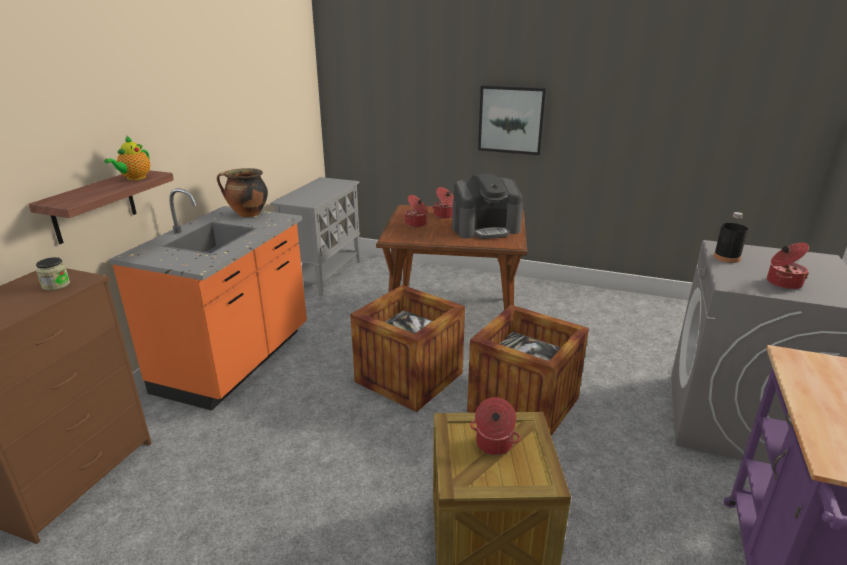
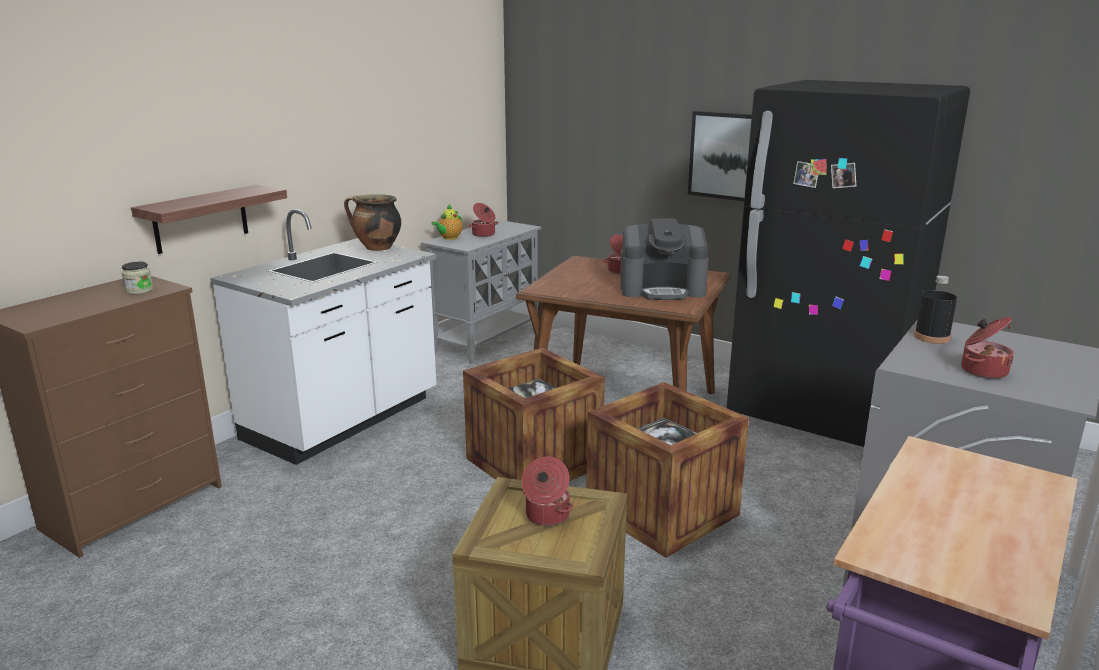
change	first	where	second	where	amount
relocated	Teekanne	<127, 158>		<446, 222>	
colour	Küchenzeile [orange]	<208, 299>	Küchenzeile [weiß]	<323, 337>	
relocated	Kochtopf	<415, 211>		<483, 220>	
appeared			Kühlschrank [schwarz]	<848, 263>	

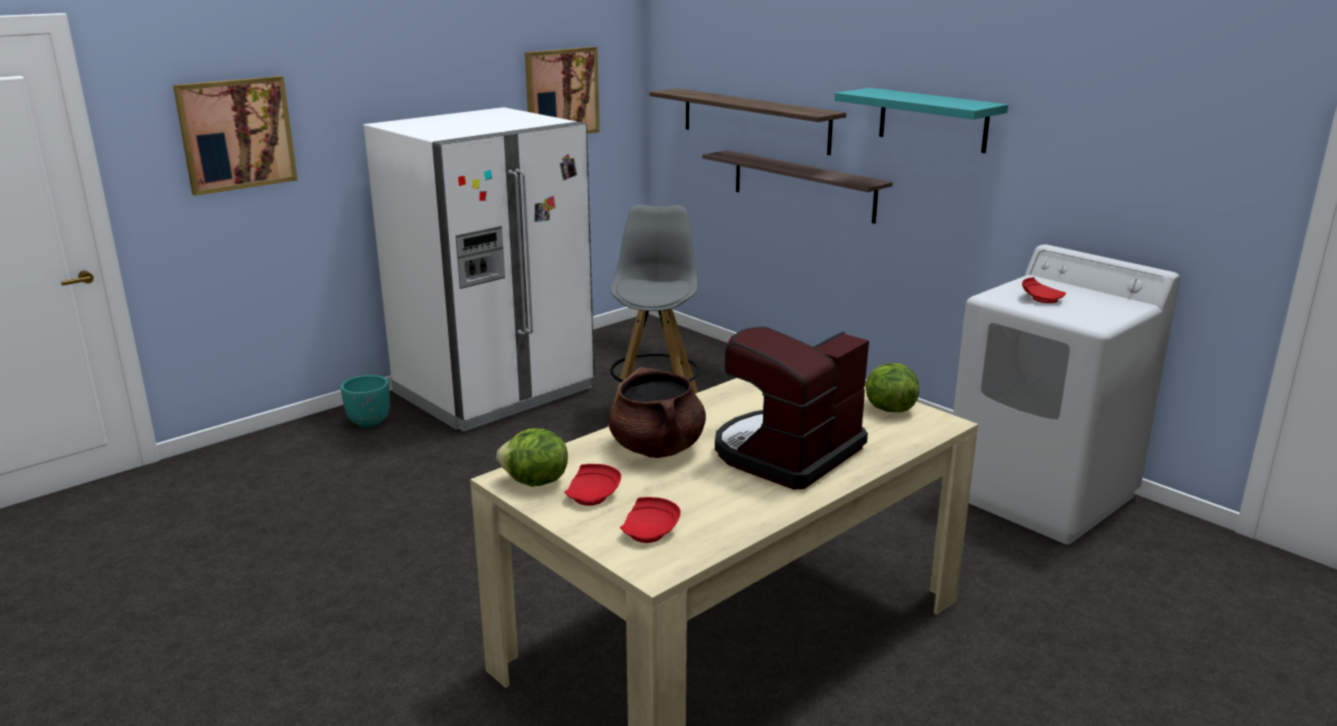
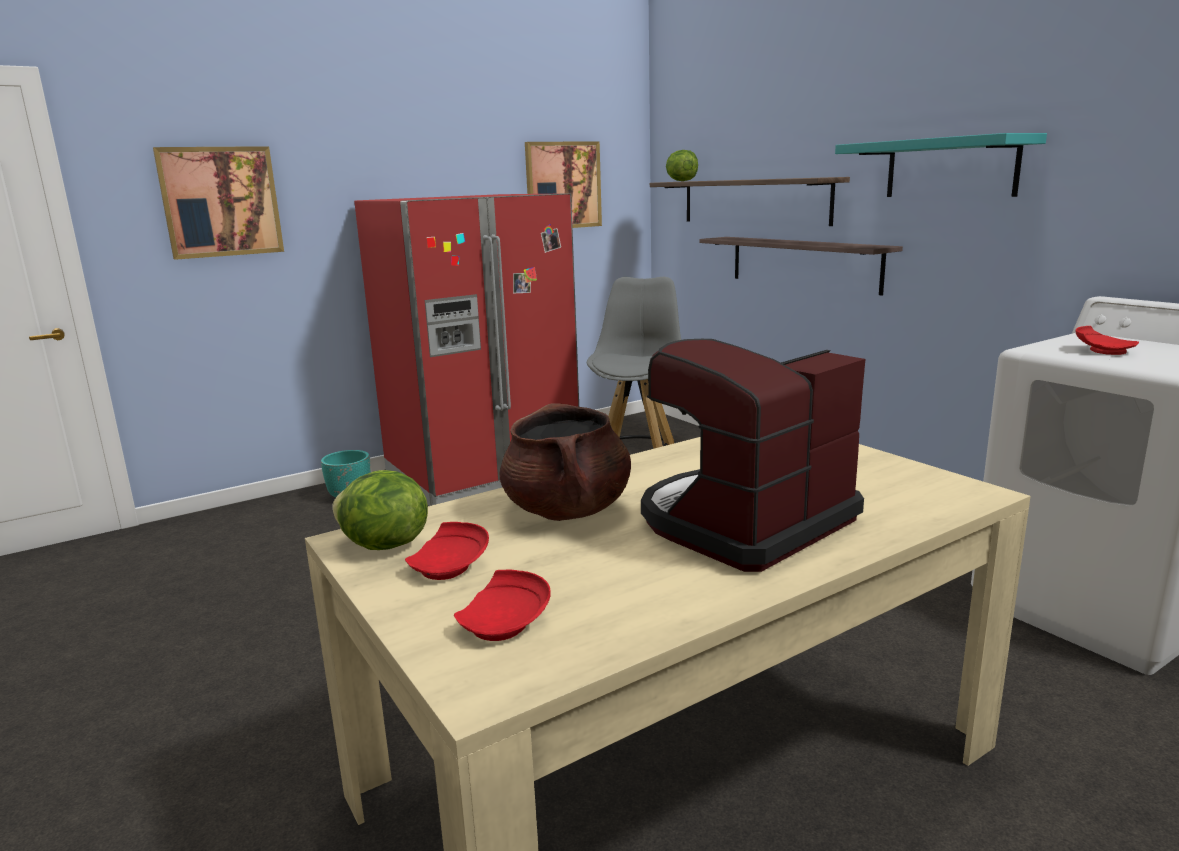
change	first	where	second	where	amount
colour	Kühlschrank [weiß]	<479, 269>	Kühlschrank [rot]	<466, 349>	
relocated	Salatkopf	<892, 387>		<682, 165>	

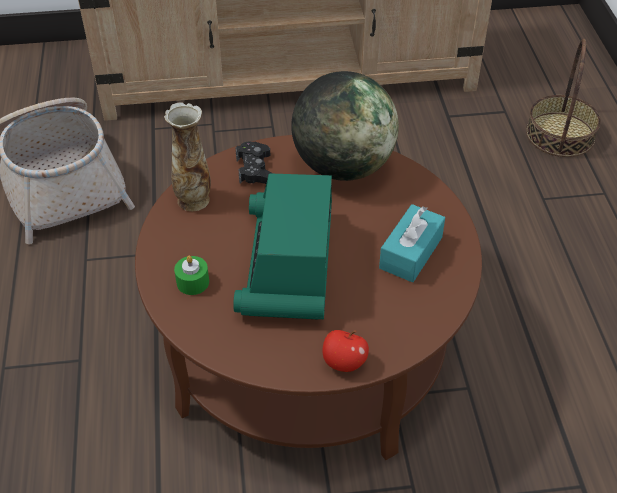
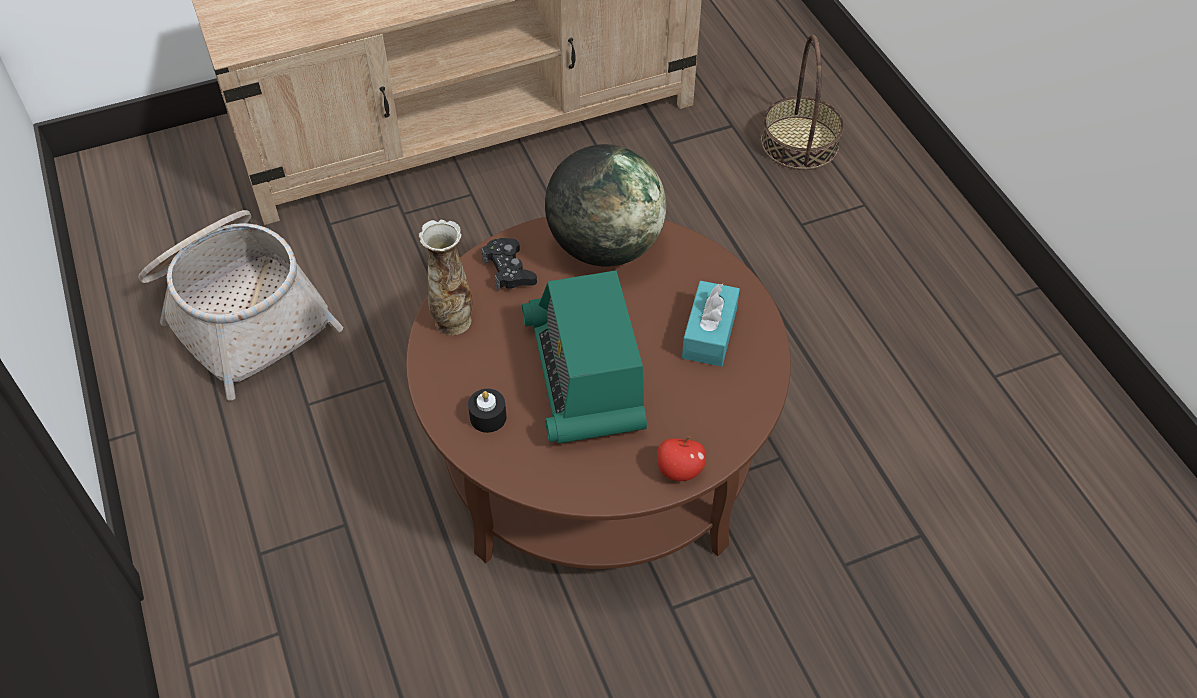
change	first	where	second	where	amount
colour	Kerze [grün]	<191, 275>	Kerze [schwarz]	<487, 411>	

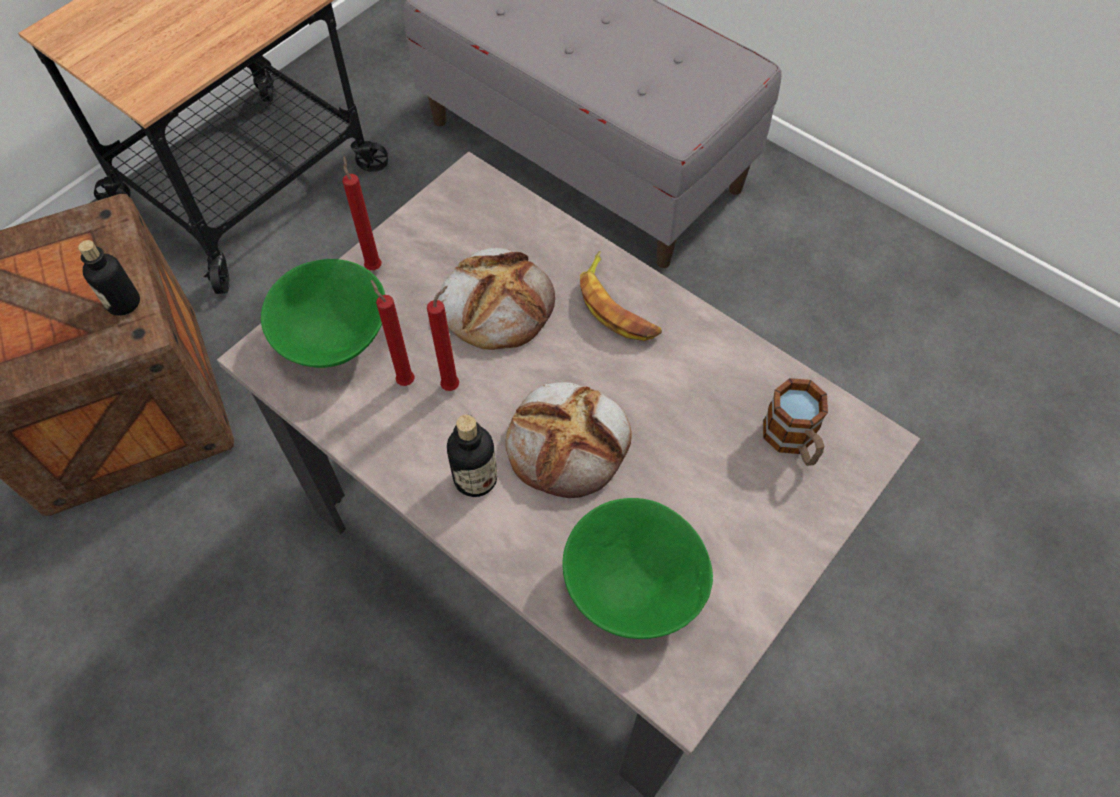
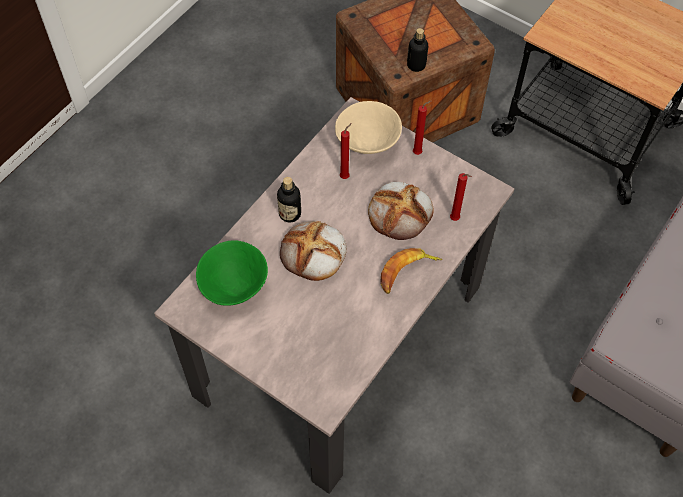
change	first	where	second	where	amount
colour	Schüssel [grün]	<323, 313>	Schüssel [beige]	<368, 127>	
relocated	Kerze [rot]	<443, 338>		<461, 197>	
missing	Henkelbecher	<795, 422>			

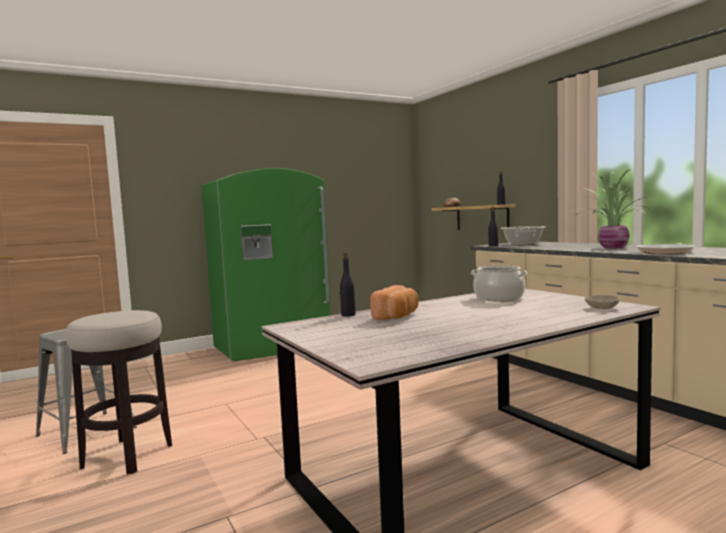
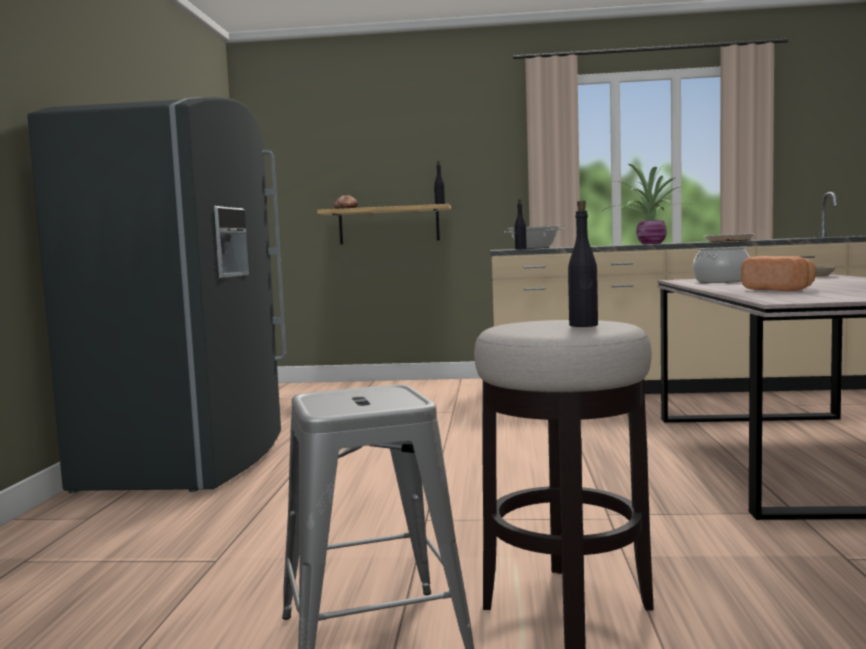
change	first	where	second	where	amount
colour	Kühlschrank [grün]	<266, 264>	Kühlschrank [grau]	<156, 295>	
relocated	Flasche [schwarz]	<348, 285>		<583, 263>	

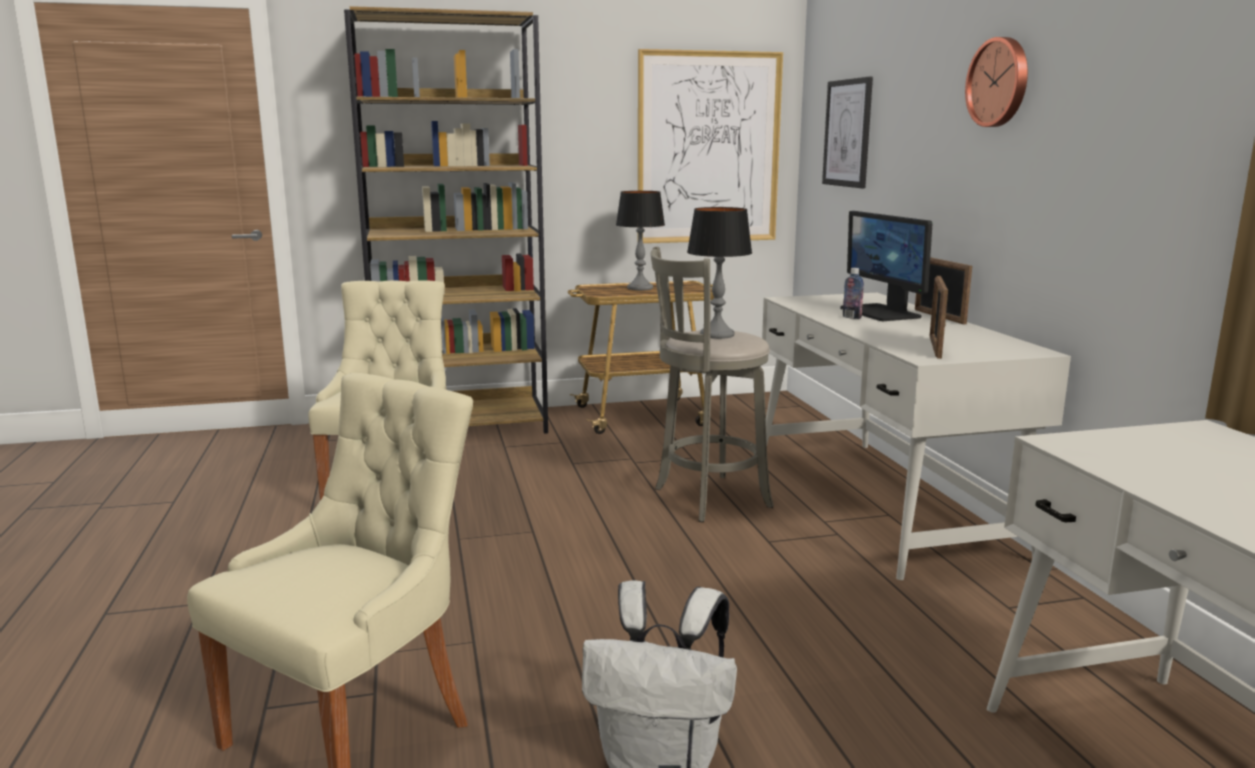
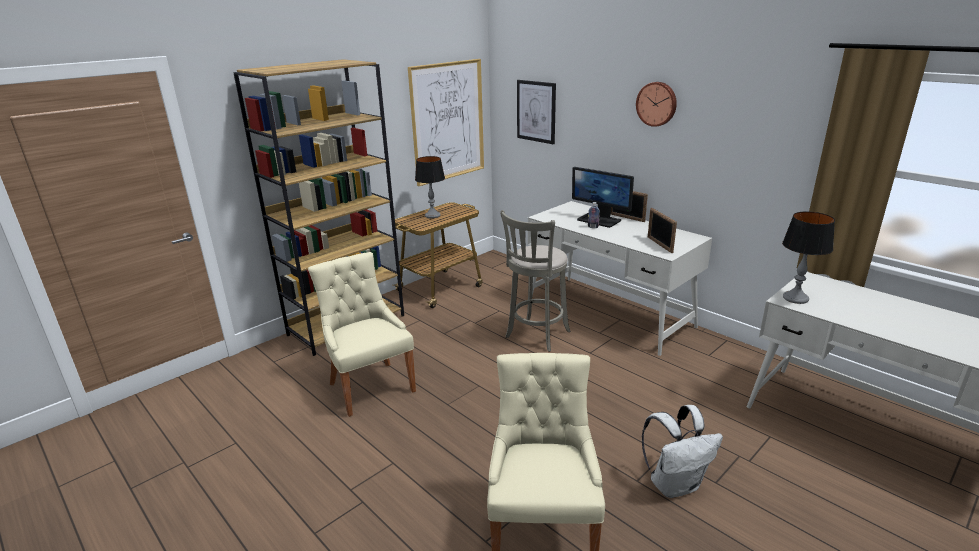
change	first	where	second	where	amount
relocated	Tischlampe	<719, 273>		<808, 257>	

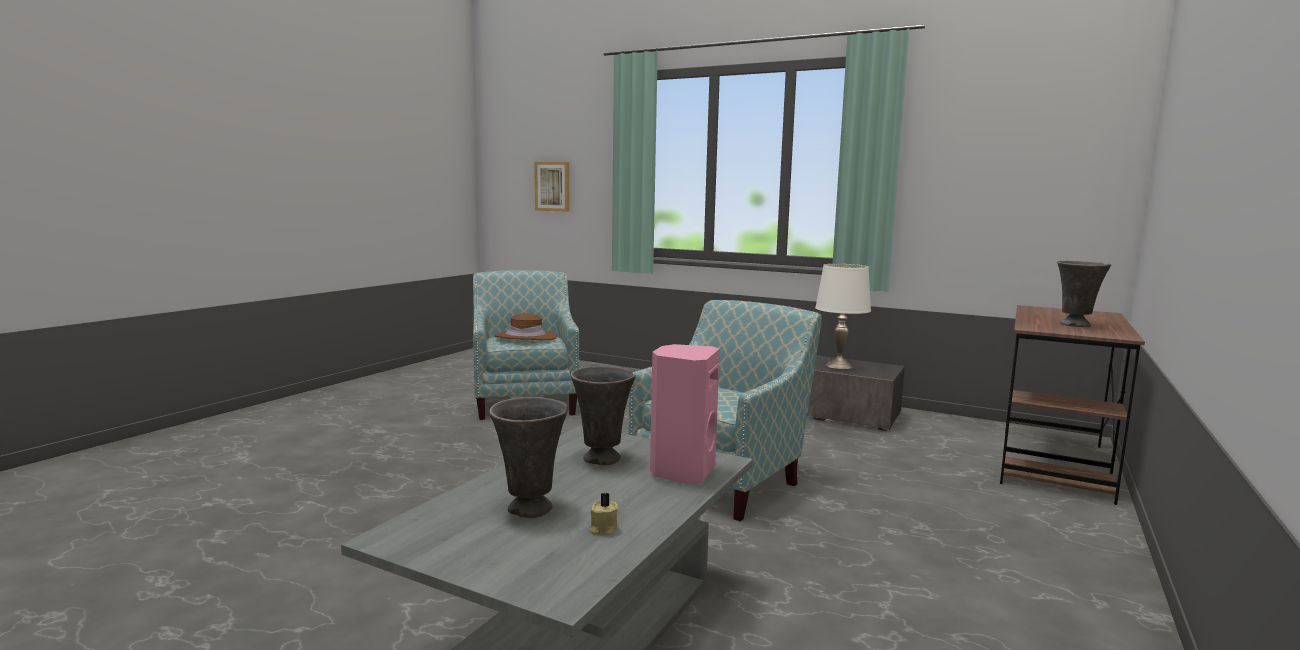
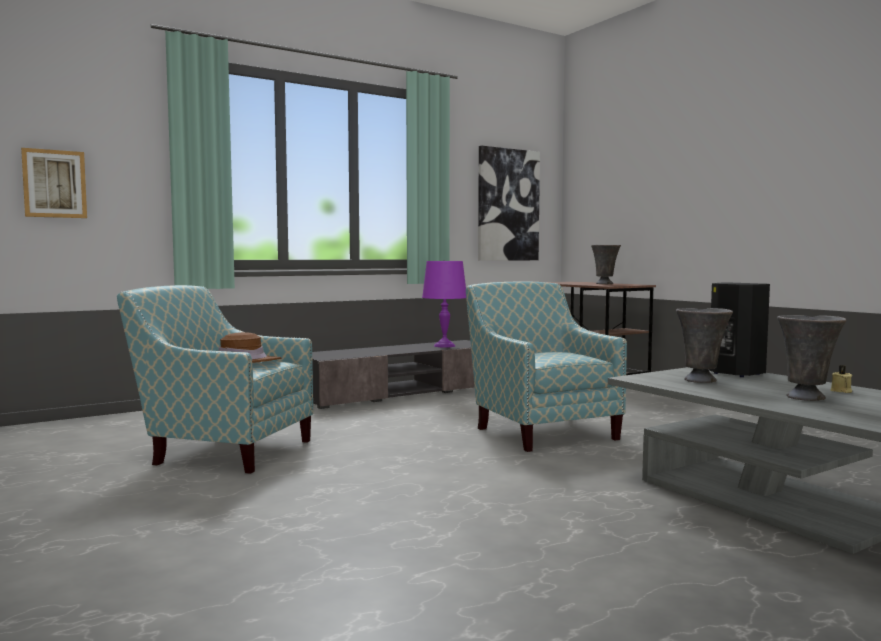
change	first	where	second	where	amount
colour	Tischlampe [weiß]	<843, 316>	Tischlampe [lila]	<444, 304>	
colour	Lautsprecher [rosa]	<685, 414>	Lautsprecher [schwarz]	<739, 330>	
appeared			Bild	<509, 203>	

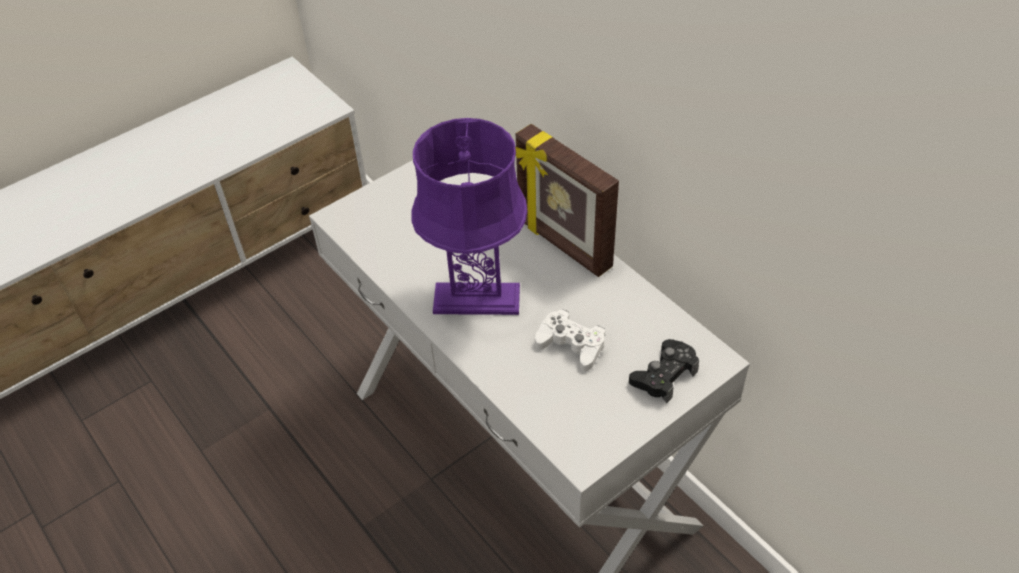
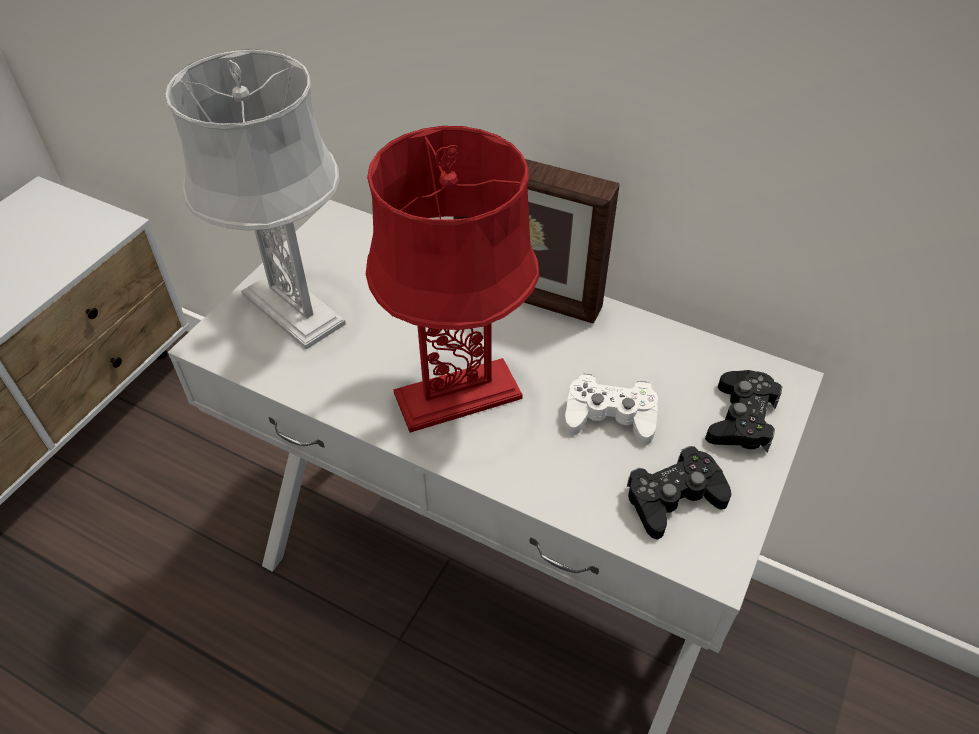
change	first	where	second	where	amount
colour	Tischlampe [lila]	<469, 216>	Tischlampe [rot]	<452, 279>	
appeared			Tischlampe [grau]	<255, 199>	
appeared			Gamepad [schwarz]	<679, 492>	

